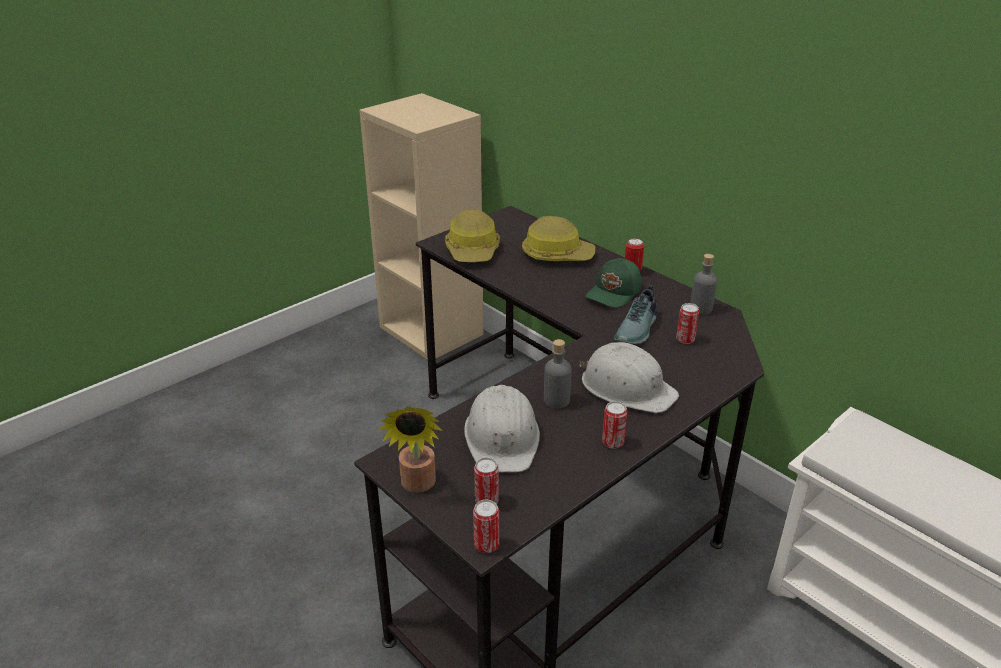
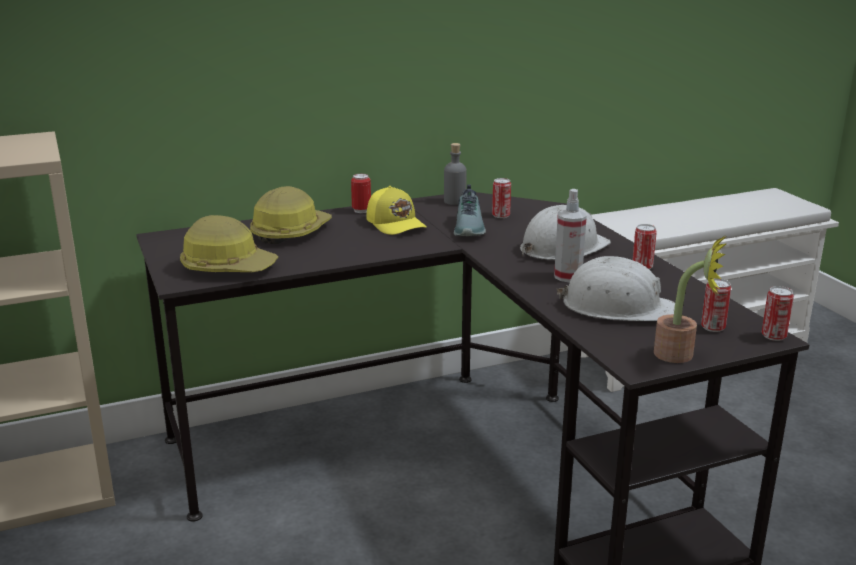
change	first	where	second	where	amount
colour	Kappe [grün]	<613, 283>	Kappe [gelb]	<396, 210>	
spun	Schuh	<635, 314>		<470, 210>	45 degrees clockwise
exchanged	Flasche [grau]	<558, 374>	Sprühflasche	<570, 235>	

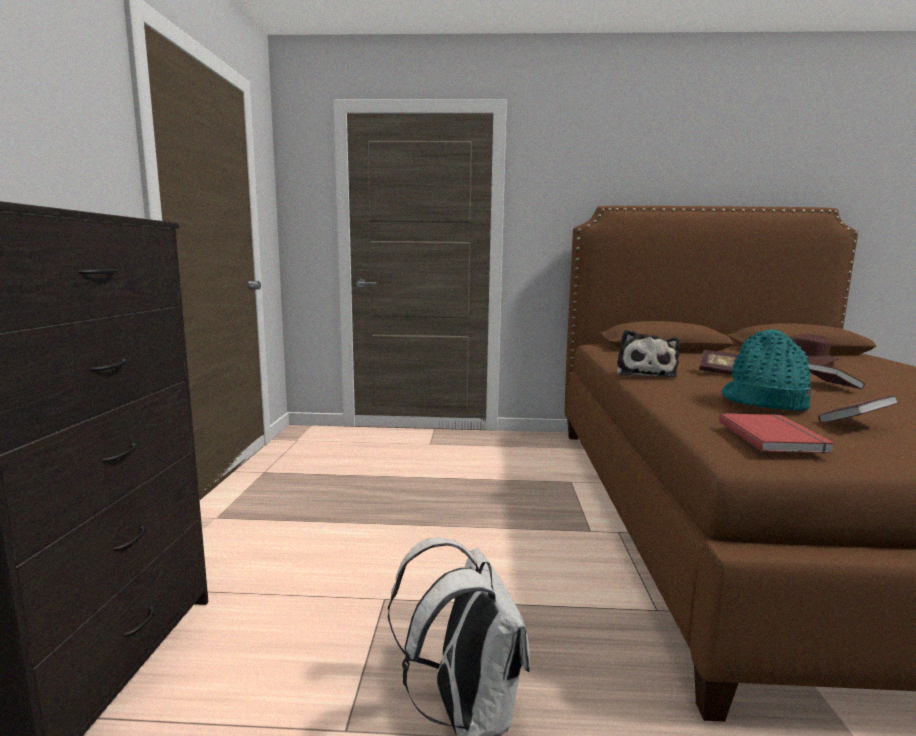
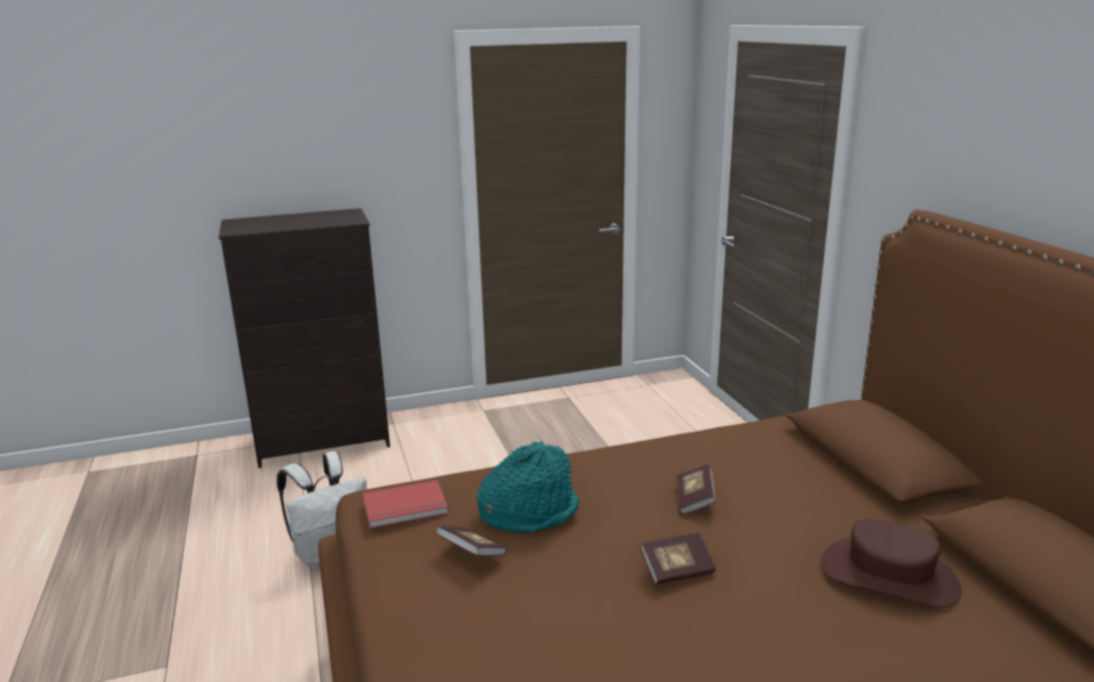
change	first	where	second	where	amount
missing	Plüschtier	<648, 353>			

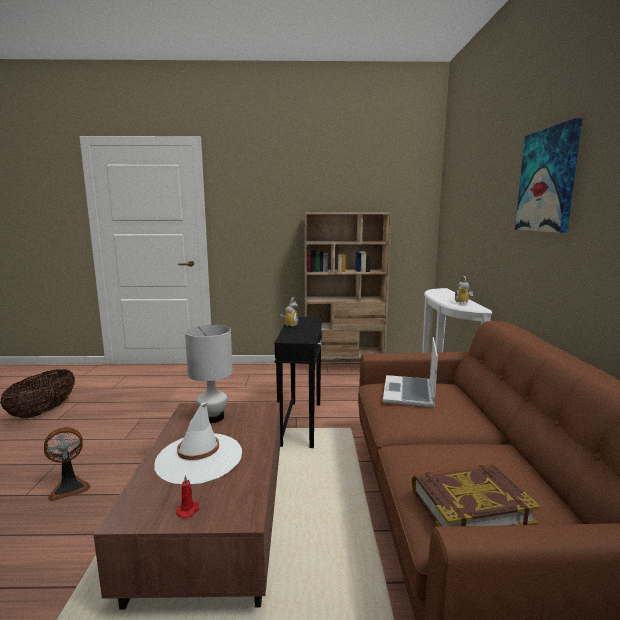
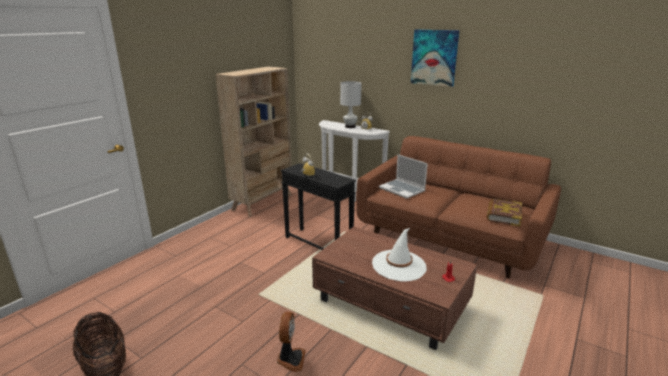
change	first	where	second	where	amount
relocated	Tischlampe [weiß]	<209, 374>		<351, 104>	

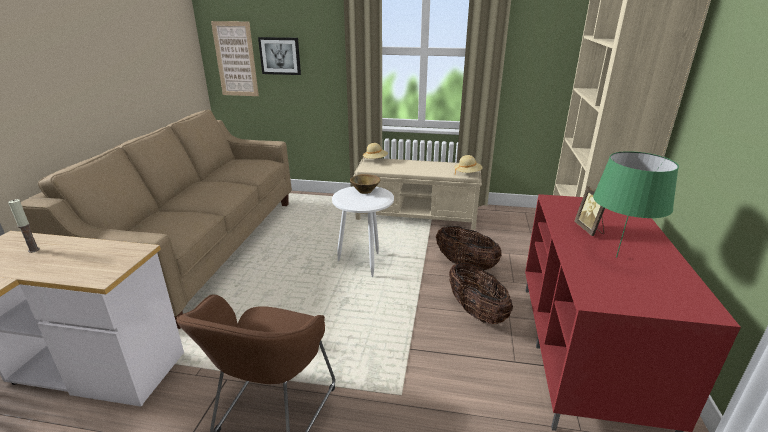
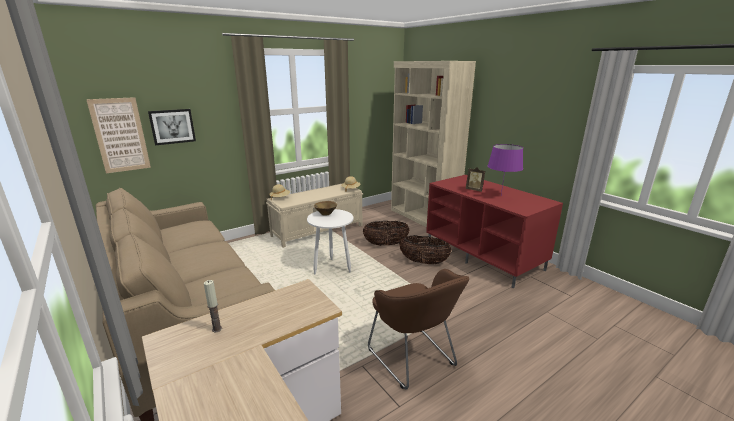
change	first	where	second	where	amount
colour	Tischlampe [grün]	<636, 204>	Tischlampe [lila]	<505, 169>	

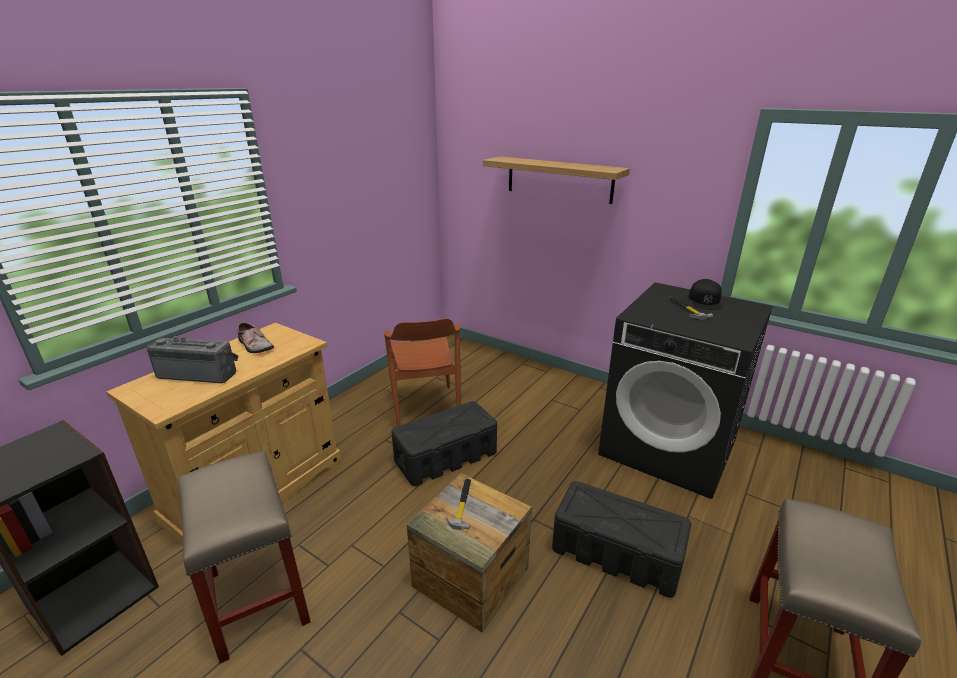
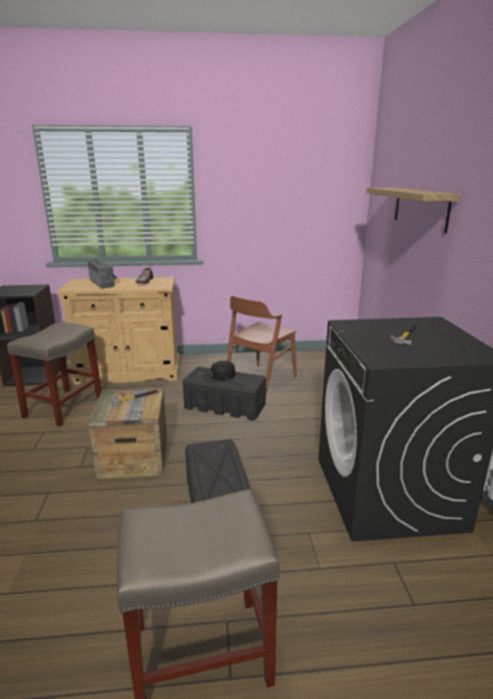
change	first	where	second	where	amount
relocated	Kappe [schwarz]	<705, 294>		<218, 372>	

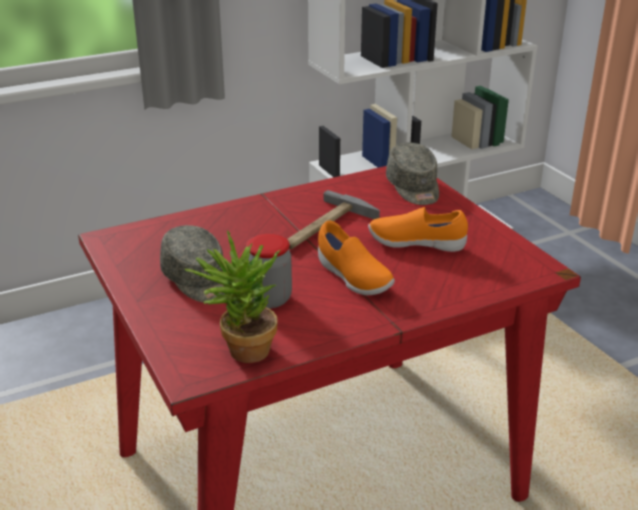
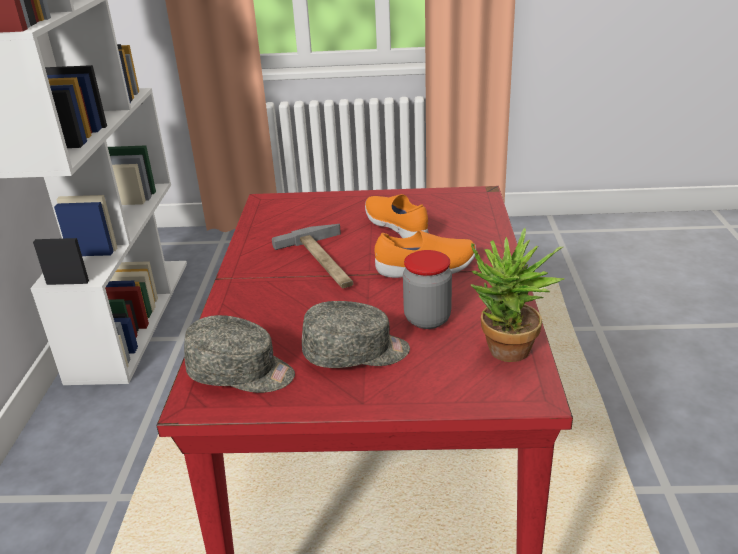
change	first	where	second	where	amount
relocated	Kappe [grau]	<412, 173>		<239, 354>	
spun	Schuh [orange]	<418, 229>		<396, 216>	105 degrees clockwise

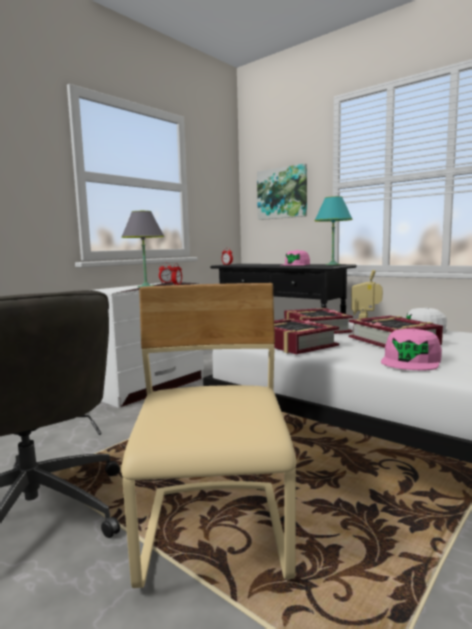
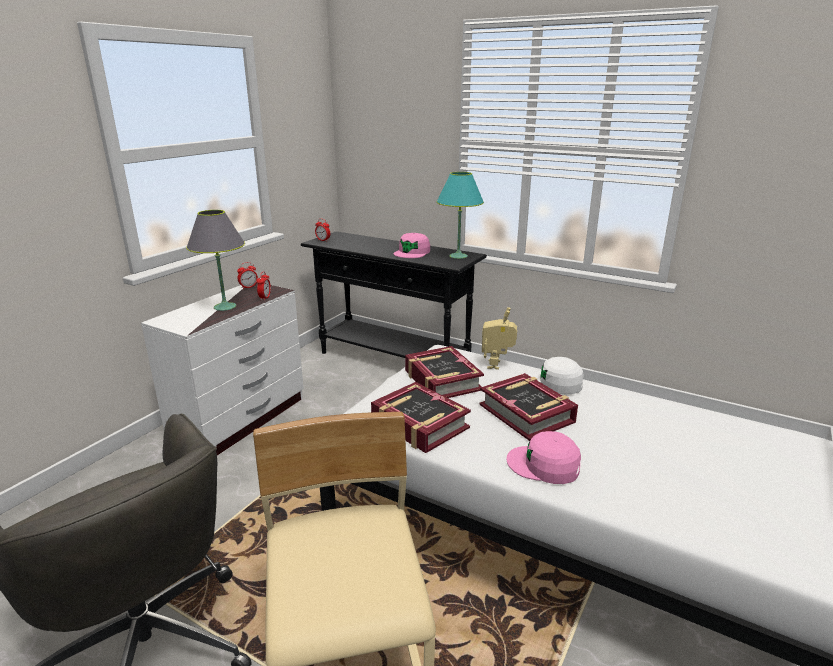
change	first	where	second	where	amount
missing	Bild	<282, 192>			
spun	Kappe [rosa]	<411, 350>		<544, 457>	90 degrees clockwise

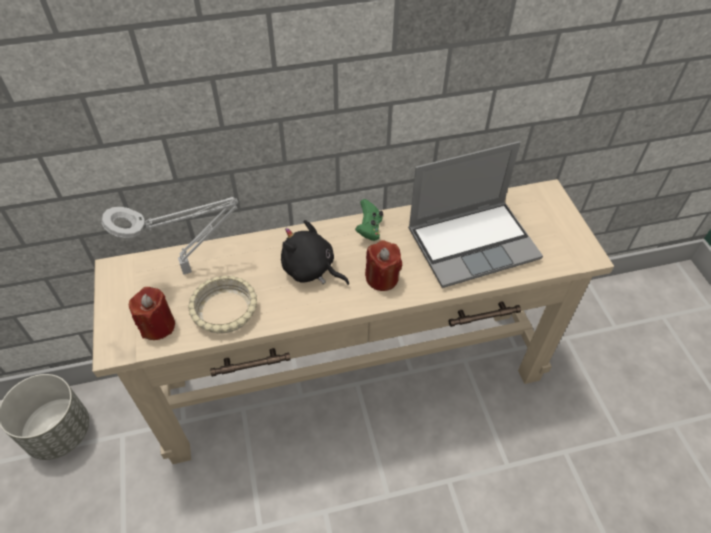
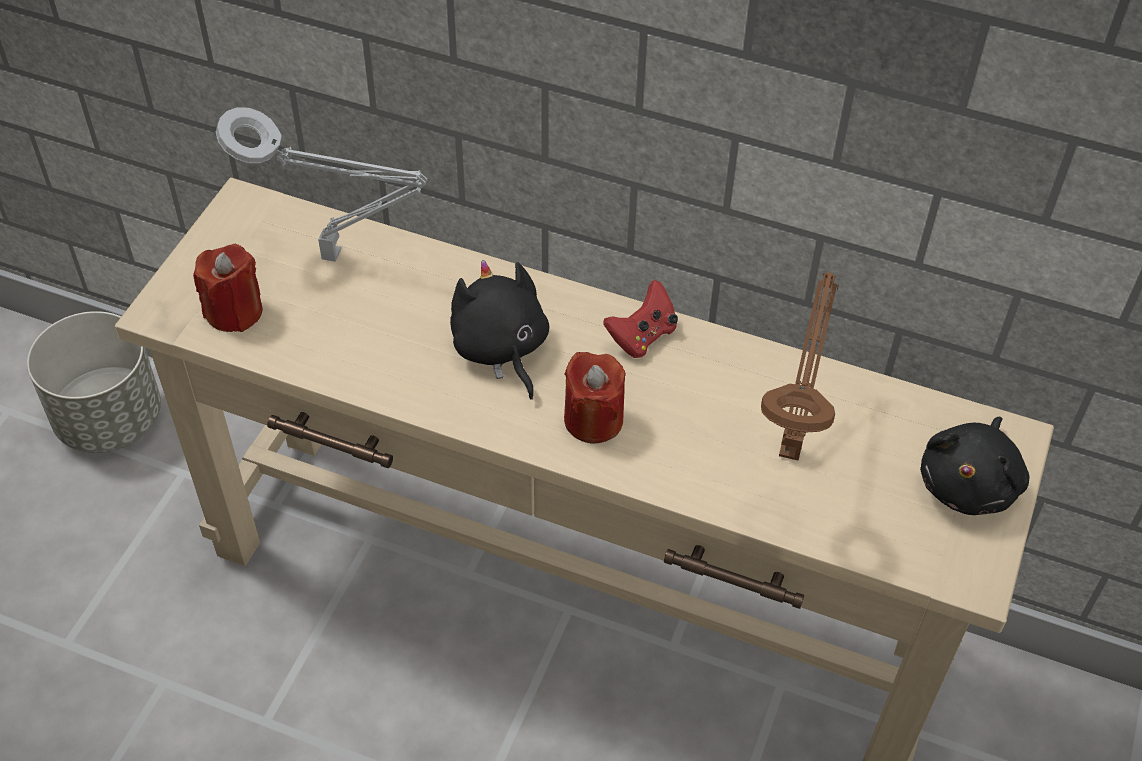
change	first	where	second	where	amount
exchanged	Laptop	<475, 214>	Tischlampe [braun]	<800, 366>	
colour	Gamepad [grün]	<369, 220>	Gamepad [rot]	<640, 319>	
missing	Schüssel [beige]	<222, 304>			
appeared			Plüschtier [schwarz]	<974, 466>	

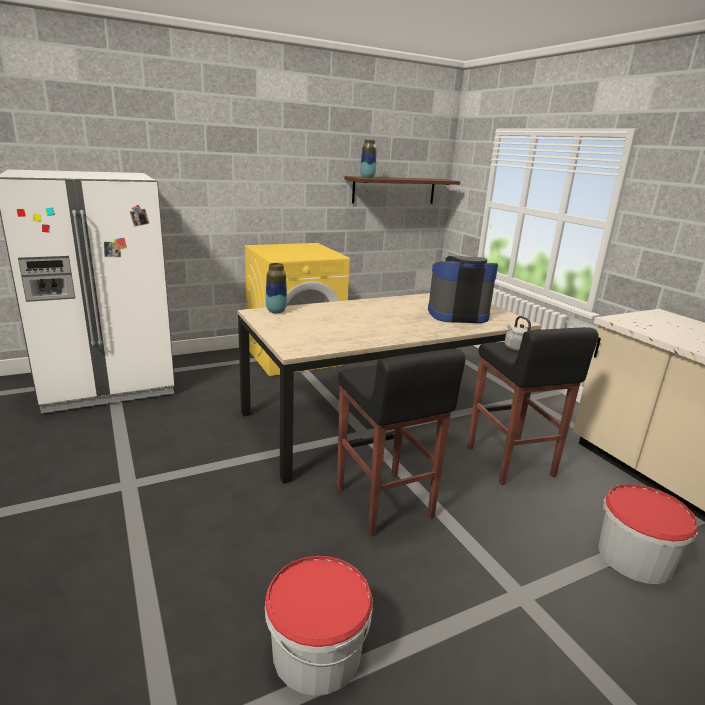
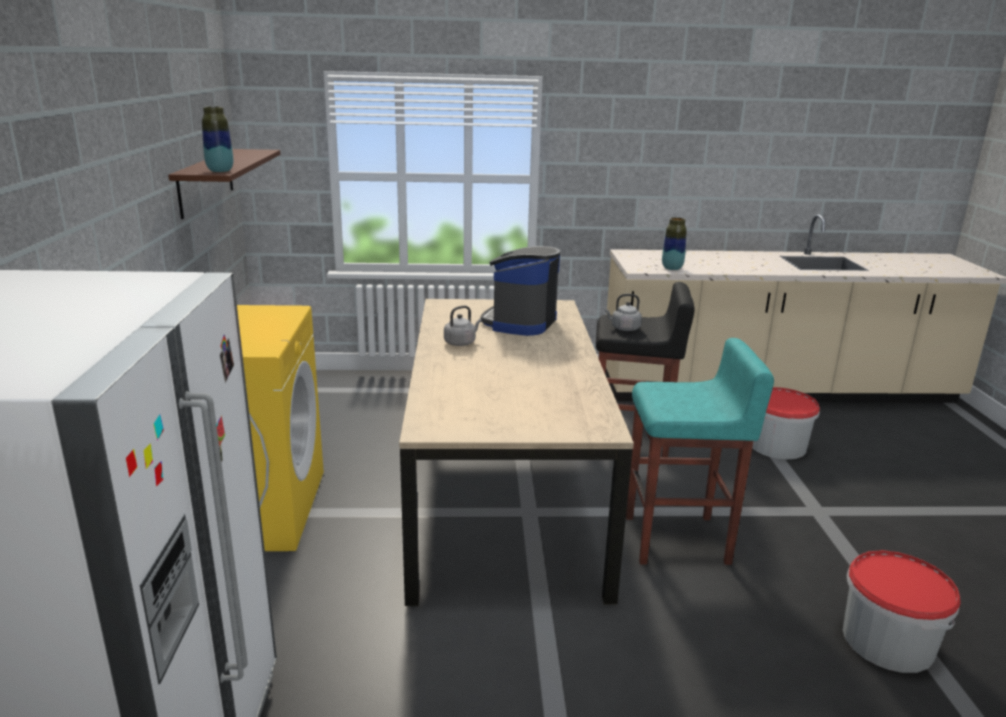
change	first	where	second	where	amount
relocated	Vase	<276, 288>		<674, 243>	
colour	Hocker [schwarz]	<401, 443>	Hocker [türkis]	<700, 451>	
appeared			Wasserkessel [grau]	<463, 326>	

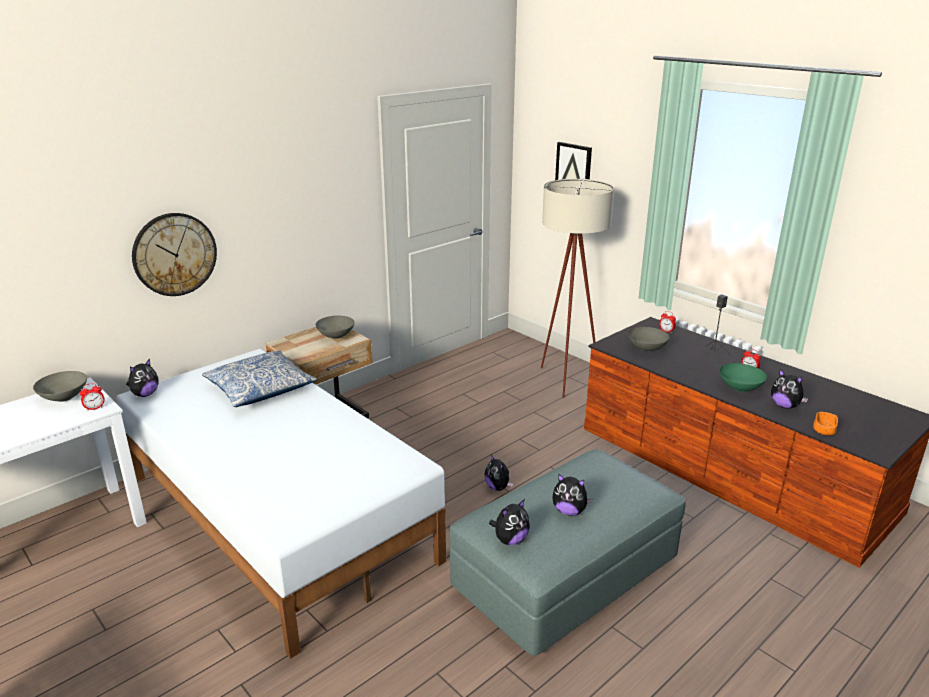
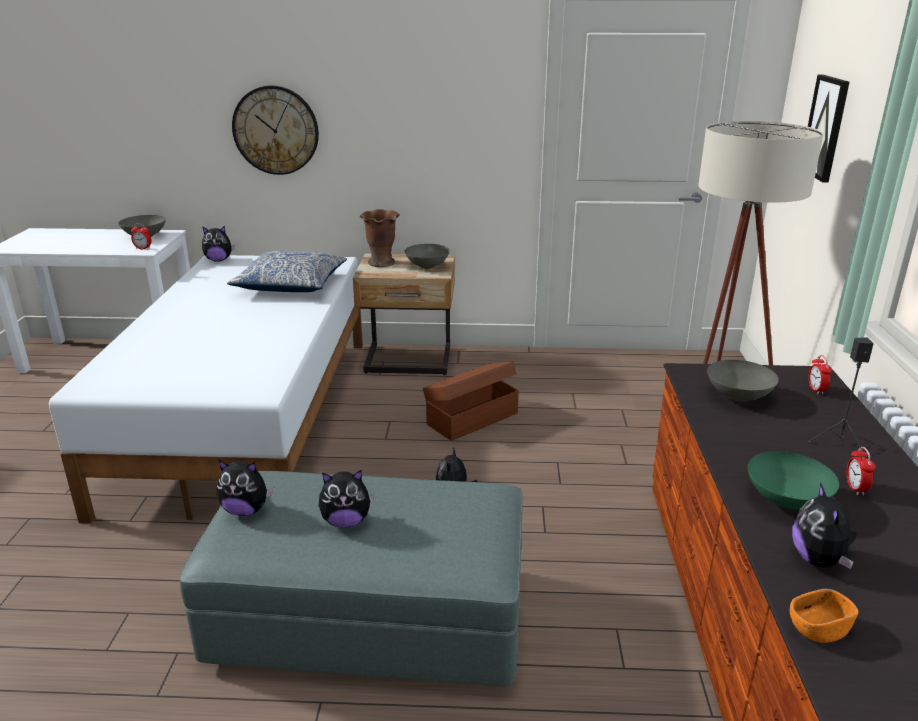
change	first	where	second	where	amount
spun	Plüschtier	<572, 495>		<346, 499>	75 degrees counterclockwise
appeared			Vase [braun]	<380, 238>	
appeared			Aufbewahrungsbox [braun]	<471, 401>	

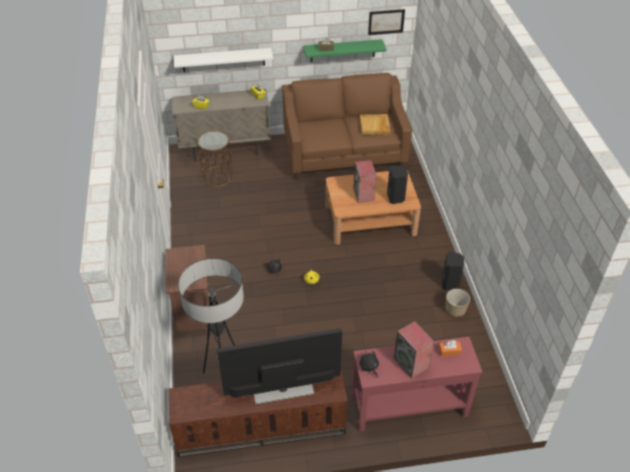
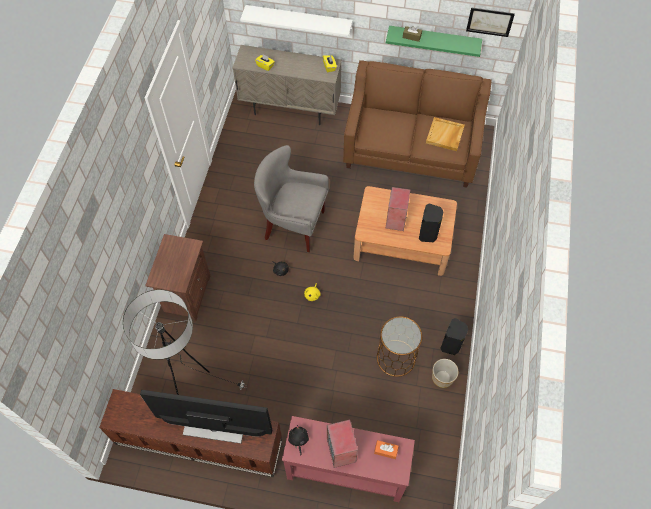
change	first	where	second	where	amount
relocated	Beistelltisch [braun]	<215, 159>		<399, 346>	
appeared			Sessel [grau]	<291, 198>	

